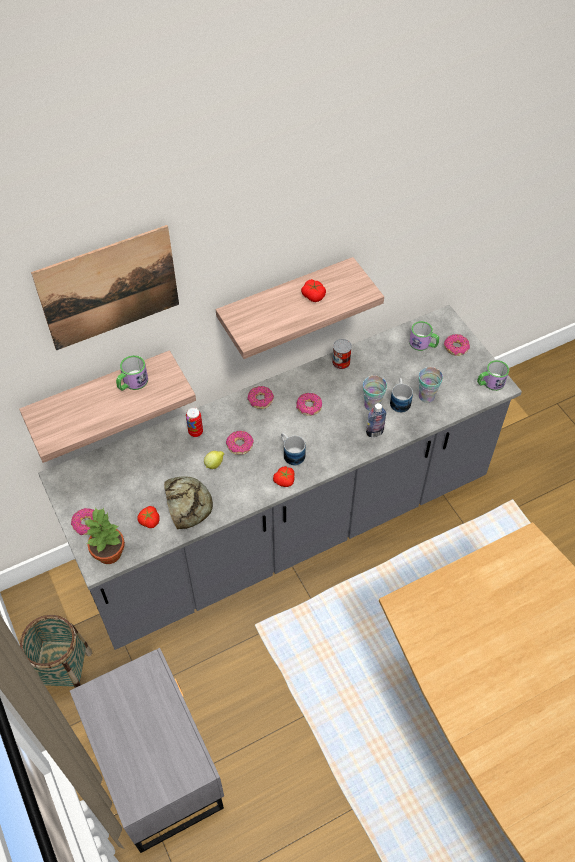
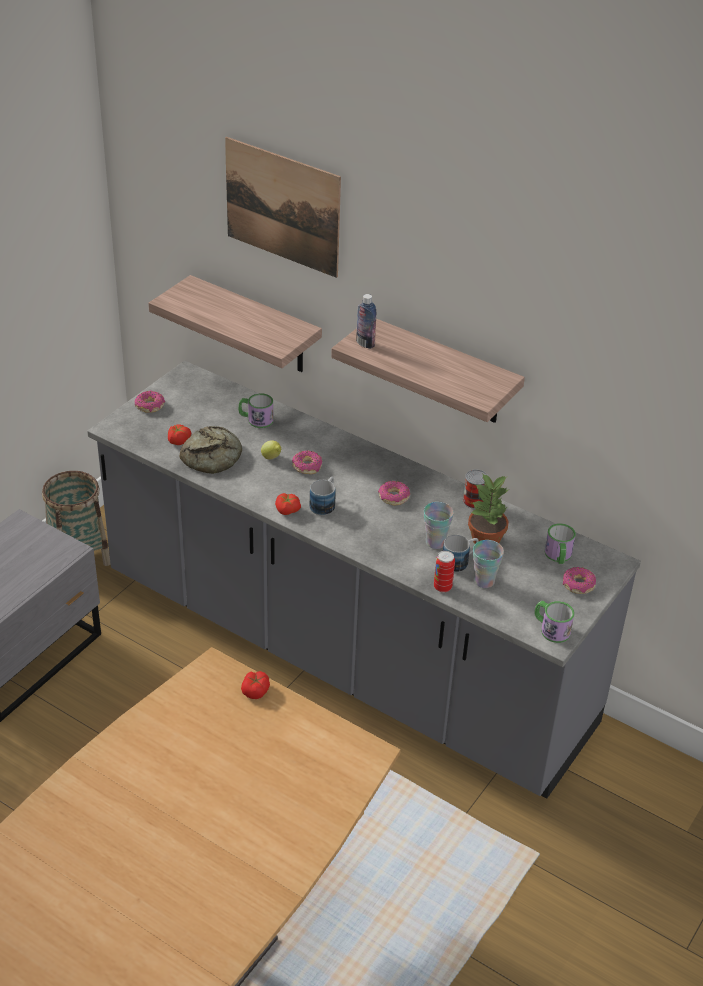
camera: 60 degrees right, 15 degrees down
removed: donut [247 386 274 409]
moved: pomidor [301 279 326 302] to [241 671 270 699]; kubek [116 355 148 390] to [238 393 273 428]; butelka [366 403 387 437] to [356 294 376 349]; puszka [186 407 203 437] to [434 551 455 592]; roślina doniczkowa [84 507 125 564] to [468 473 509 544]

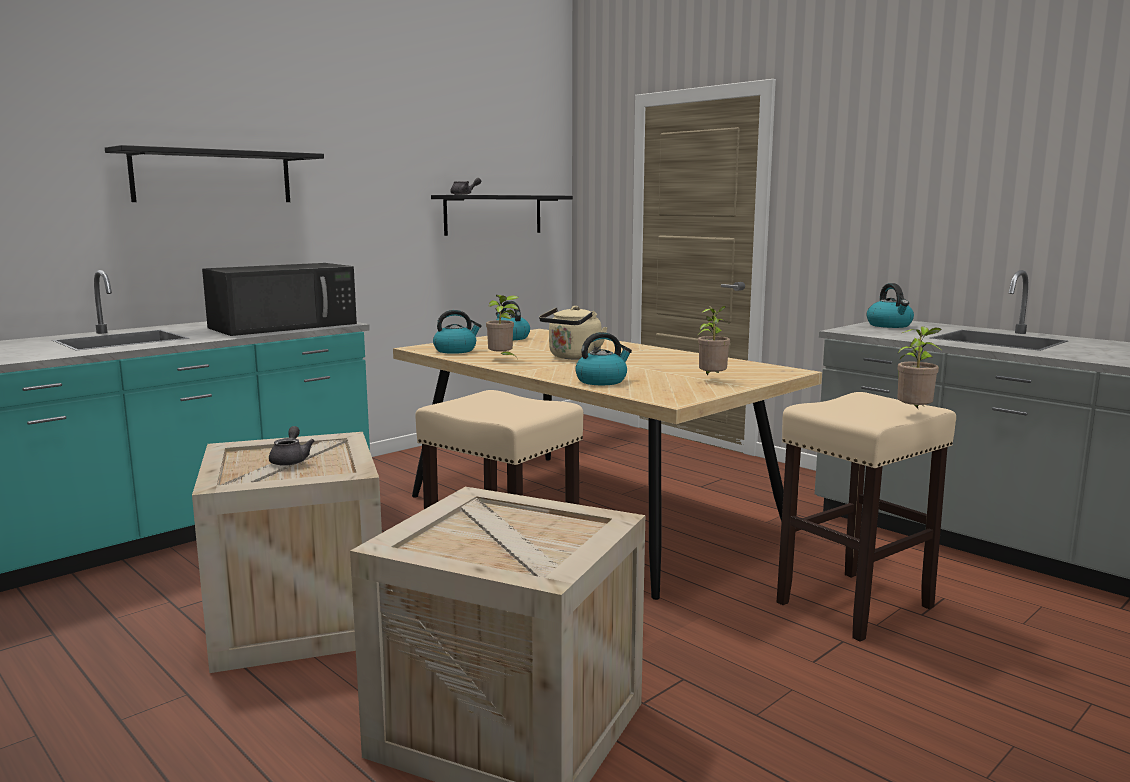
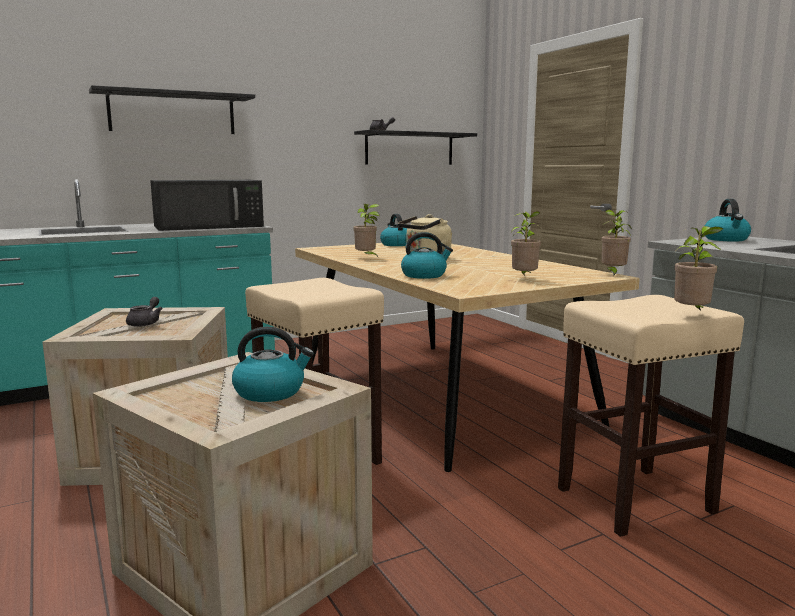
camera: 15 degrees right, 0 degrees up
added: roślina doniczkowa [601 210 632 276]
moved: czajnik [433 310 482 354] to [232 327 314 402]

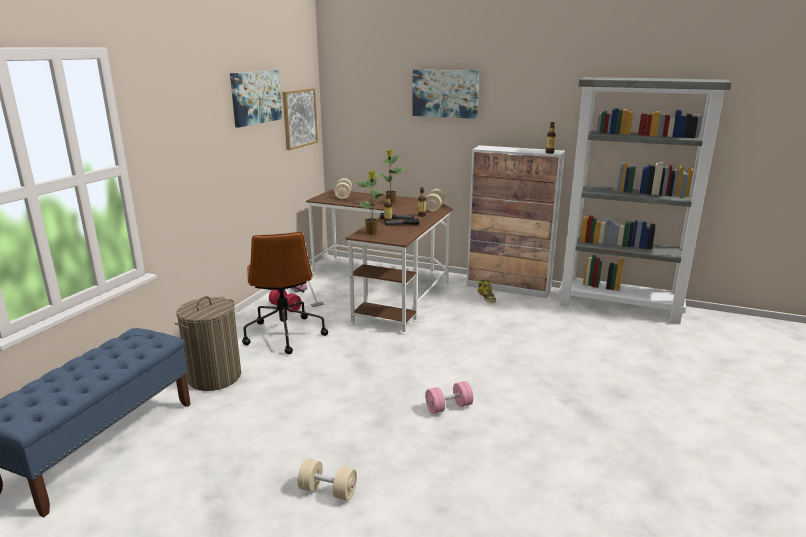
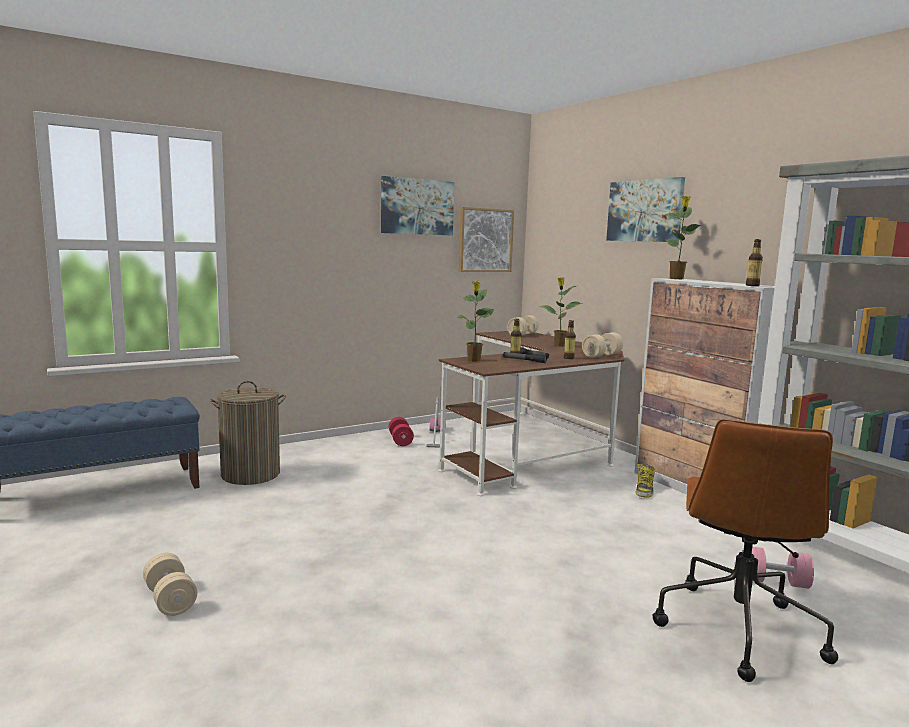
camera: 35 degrees right, 10 degrees down
added: roślina doniczkowa [662 196 702 279]
moved: krzesło biurowe (brązowy) [242 232 328 354] to [652 419 838 682]; hantel (różowy) [425 381 473 414] to [752 547 814 589]

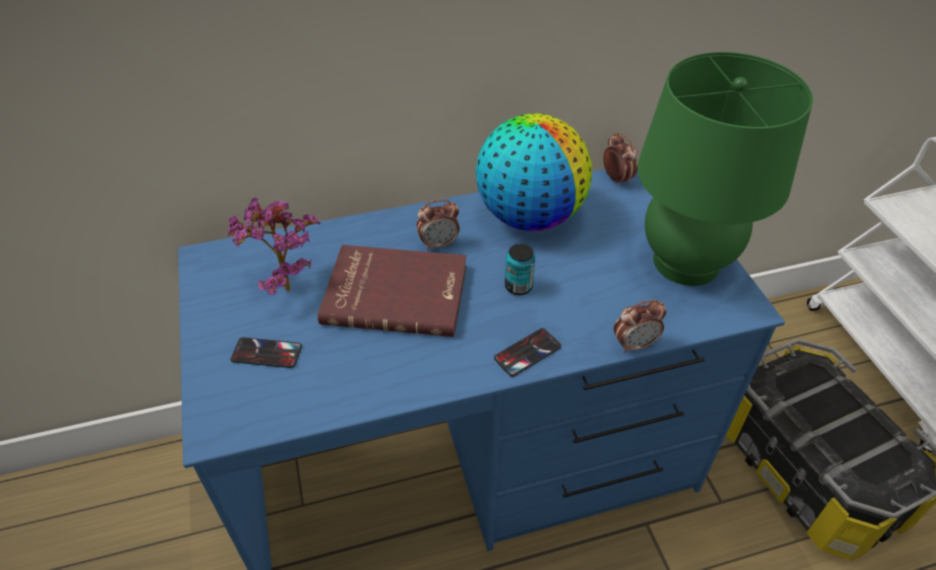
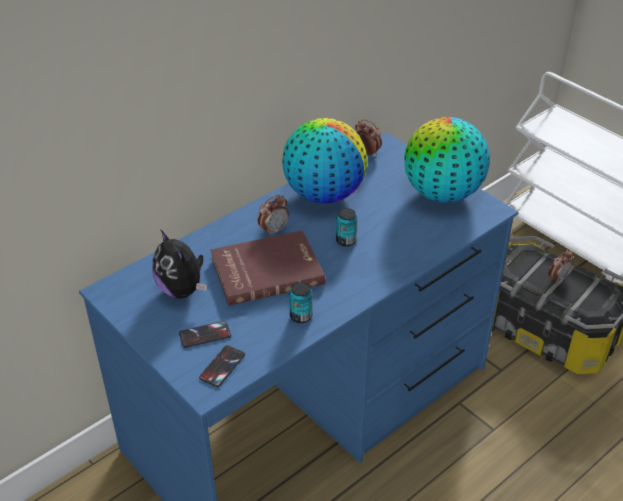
camera: 25 degrees left, 5 degrees down
added: puszka [289 282 312 323]
moved: budzik [614 300 666 353] to [548 250 573 284]; telefon [494 328 561 377] to [199 345 245 387]
replaced: lampa stołowa (zielony) [637 52 813 286] to globus [404 117 490 202]; roślina doniczkowa [227 197 320 295] to pluszak [153 229 207 299]

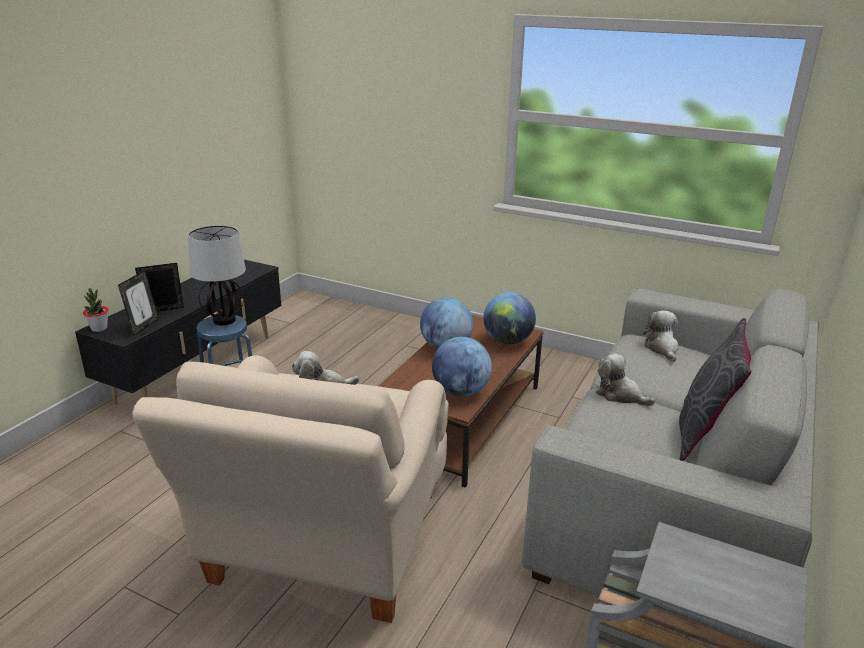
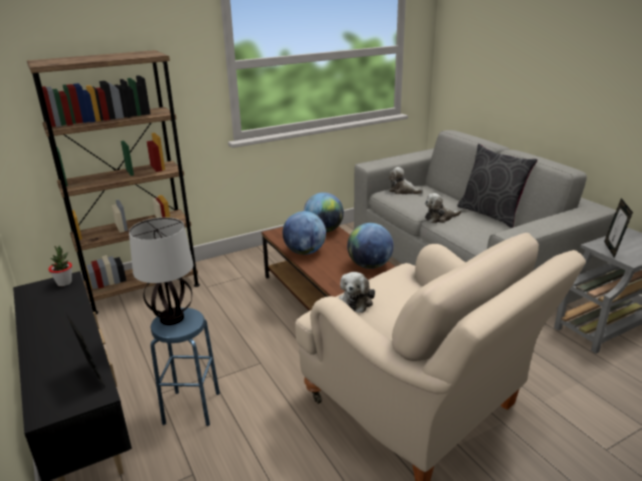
camera: 55 degrees left, 0 degrees up
added: regał (brązowy) [27 50 200 315]
moved: ramka na zdjęcie [135 263 184 312] to [604 198 633 258]; roślina doniczkowa [83 288 108 332] to [48 245 72 286]

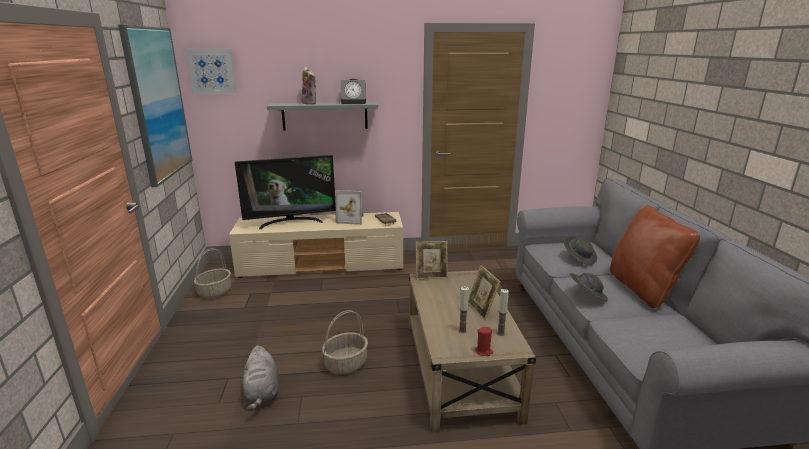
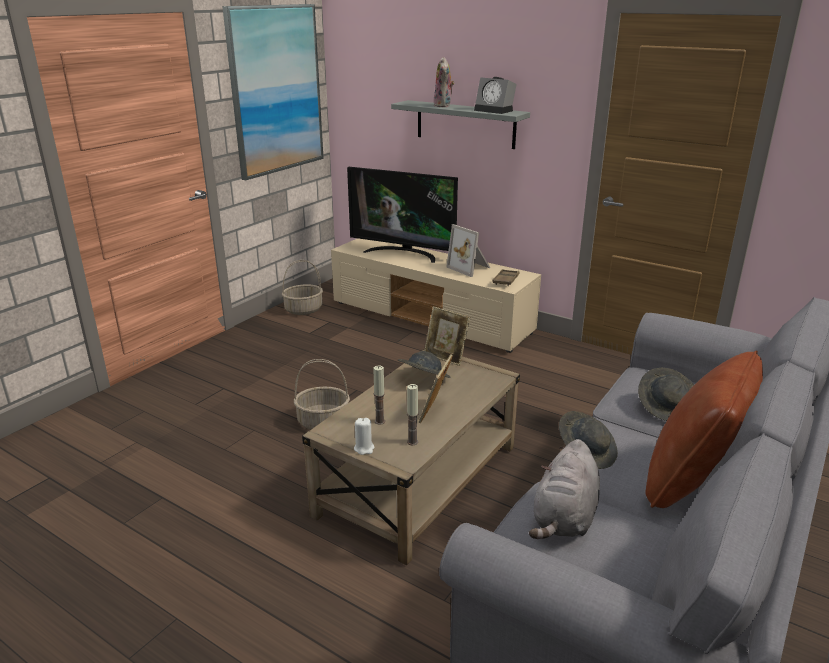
camera: 40 degrees right, 5 degrees up
removed: obraz [186 49 236 94]
added: kapelusz (szary) [398 351 451 378]
moved: pluszak (szary) [241 346 279 411] to [529 439 600 539]
recoloured: świeca (czerwony) [475 327 493 356] to świeca (biały) [354 418 374 455]

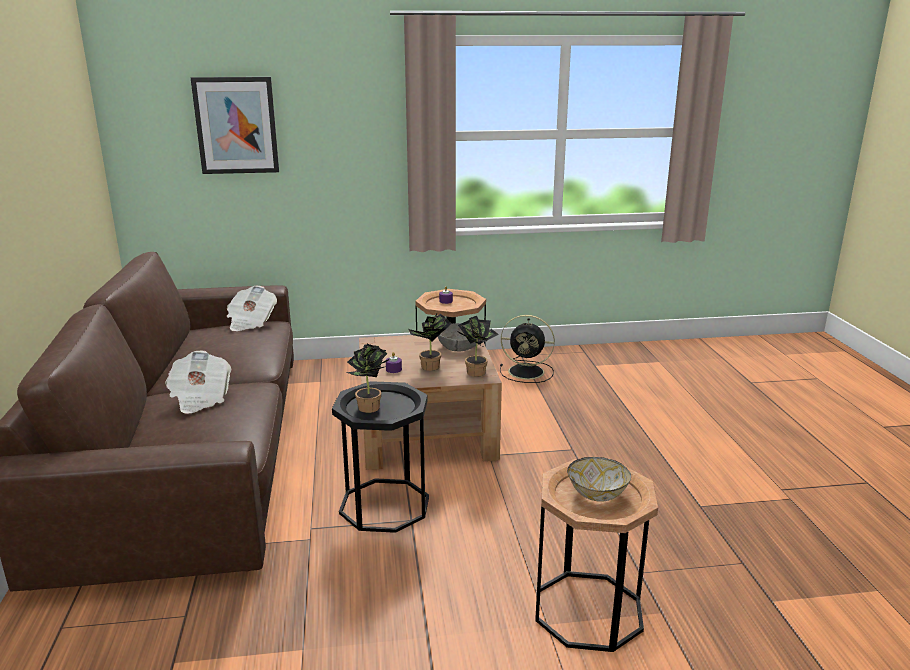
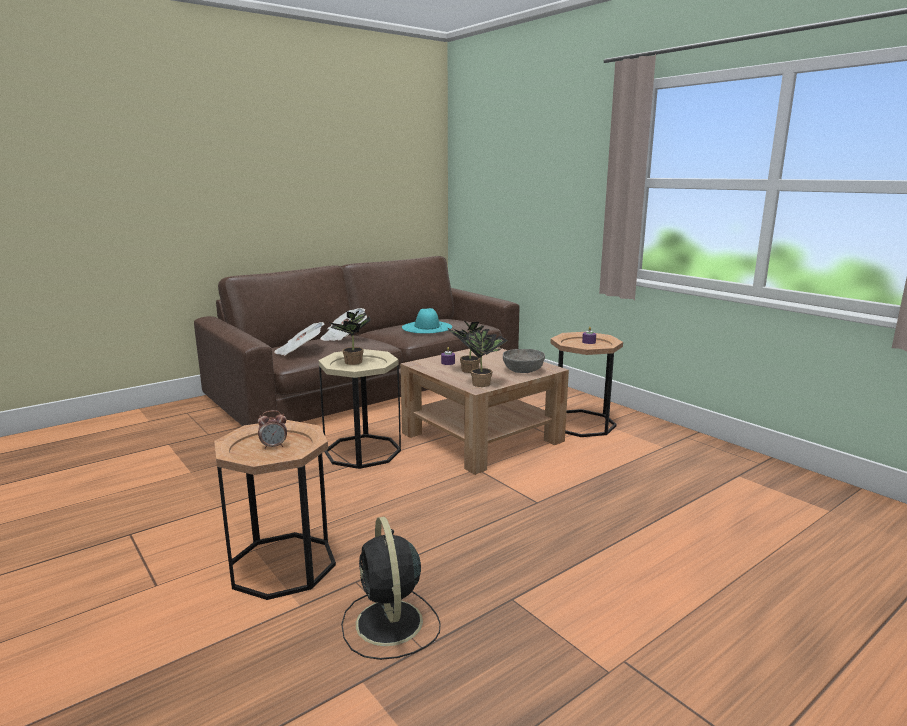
camera: 60 degrees right, 5 degrees down
removed: obraz [191 77 279 174]
added: kapelusz (turkusowy) [402 308 452 333]
moved: gazeta [227 286 277 331] to [274 322 325 356]; wentylator (czarny) [500 315 555 383] to [341 517 441 660]
replaced: miska [567 457 631 501] to budzik [258 410 287 449]
recoloured: stolik (czarny) [332 381 429 533] to stolik (beżowy) [319 349 401 469]

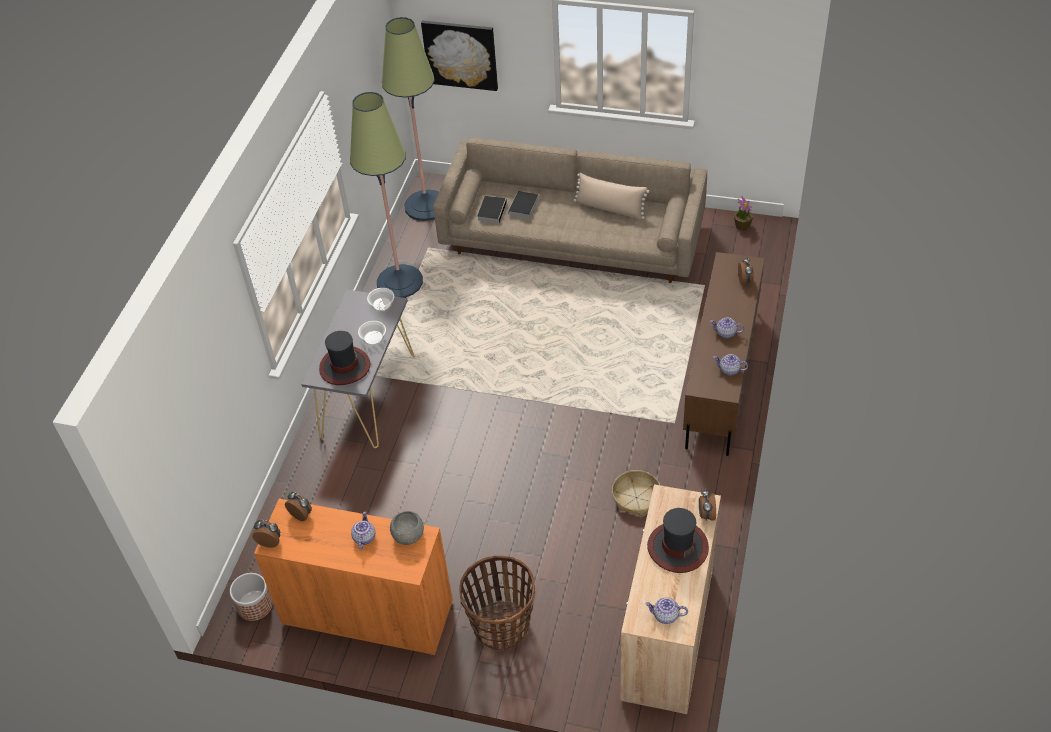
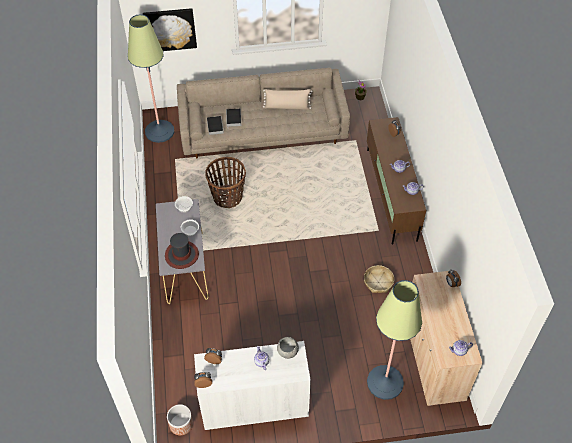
camera: 25 degrees left, 5 degrees up
removed: kapelusz [647 508 709 573]
moved: lampa stojąca [350 92 423 298] to [367 280 422 400]; koszyk [459 556 535 651] to [205 157 246 208]
recoloured: szafka (pomarańczowy) [254 499 453 656] to szafka (biały) [194 341 311 430]

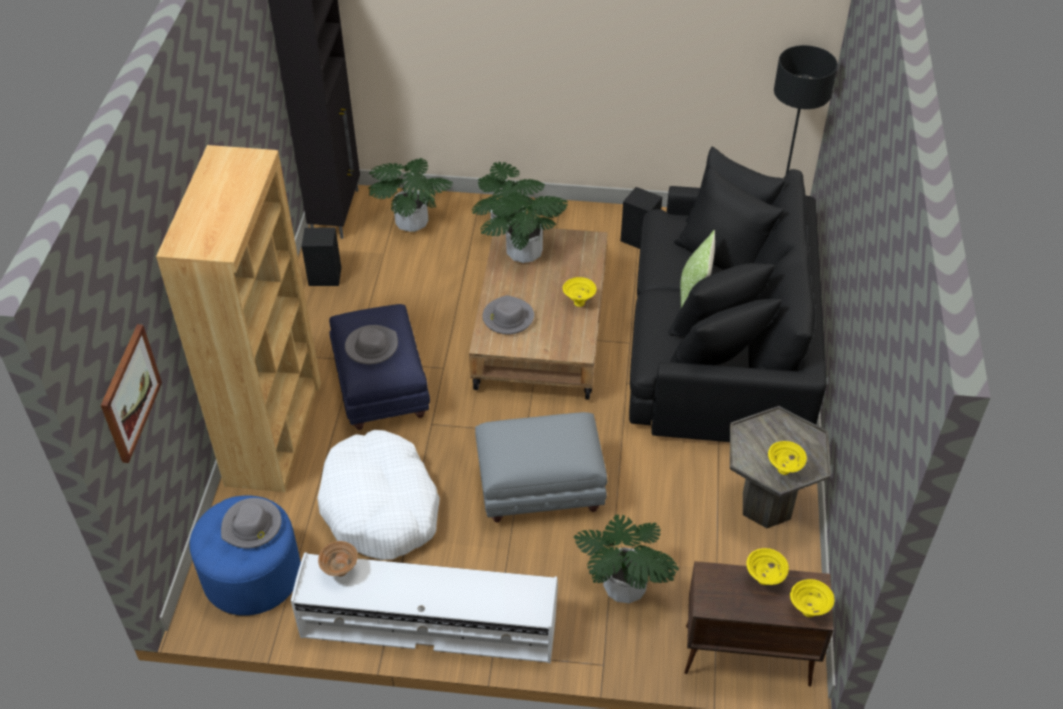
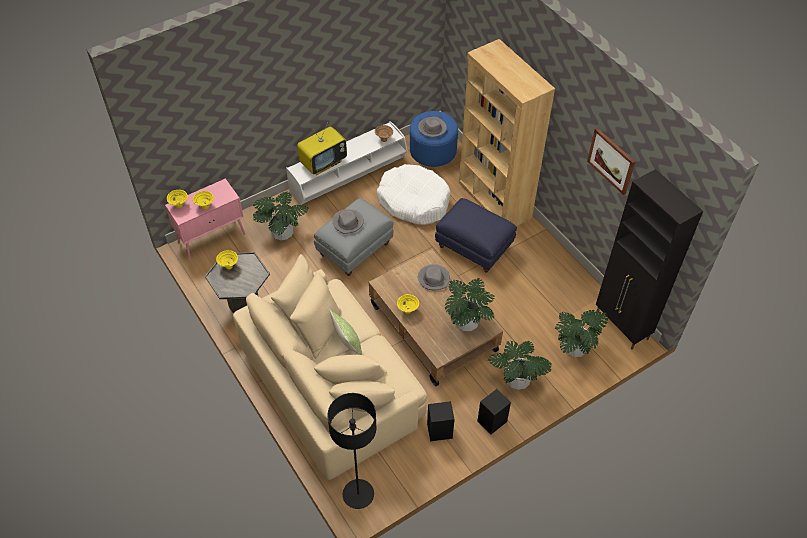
camera: 140 degrees right, 5 degrees up
added: telewizor [297 125 347 175]
moved: głośnik (czarny) [302 228 341 286] to [477 389 511 434]; obraz [101 324 162 463] to [587 128 635 195]; kapelusz (szary) [345 325 398 364] to [333 209 364 234]
recoloured: kanapa (czarny) [629 147 826 442] to kanapa (beżowy) [233 254 427 480]; szafka (brązowy) [684 561 834 687] to szafka (różowy) [165 178 245 260]

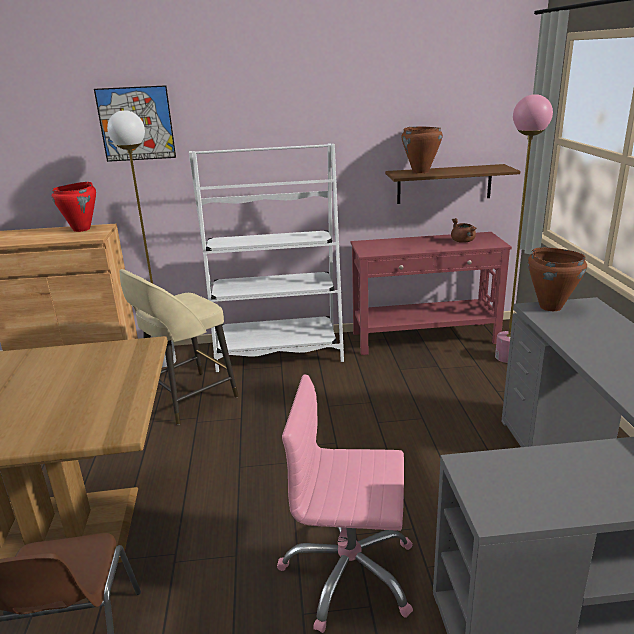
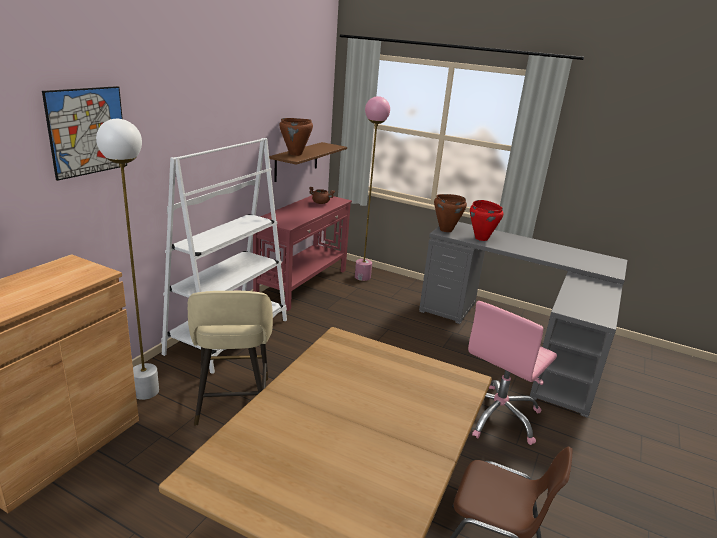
camera: 60 degrees left, 0 degrees up
moved: garnek (czerwony) [52 182 96 232] to [470 200 503 241]

